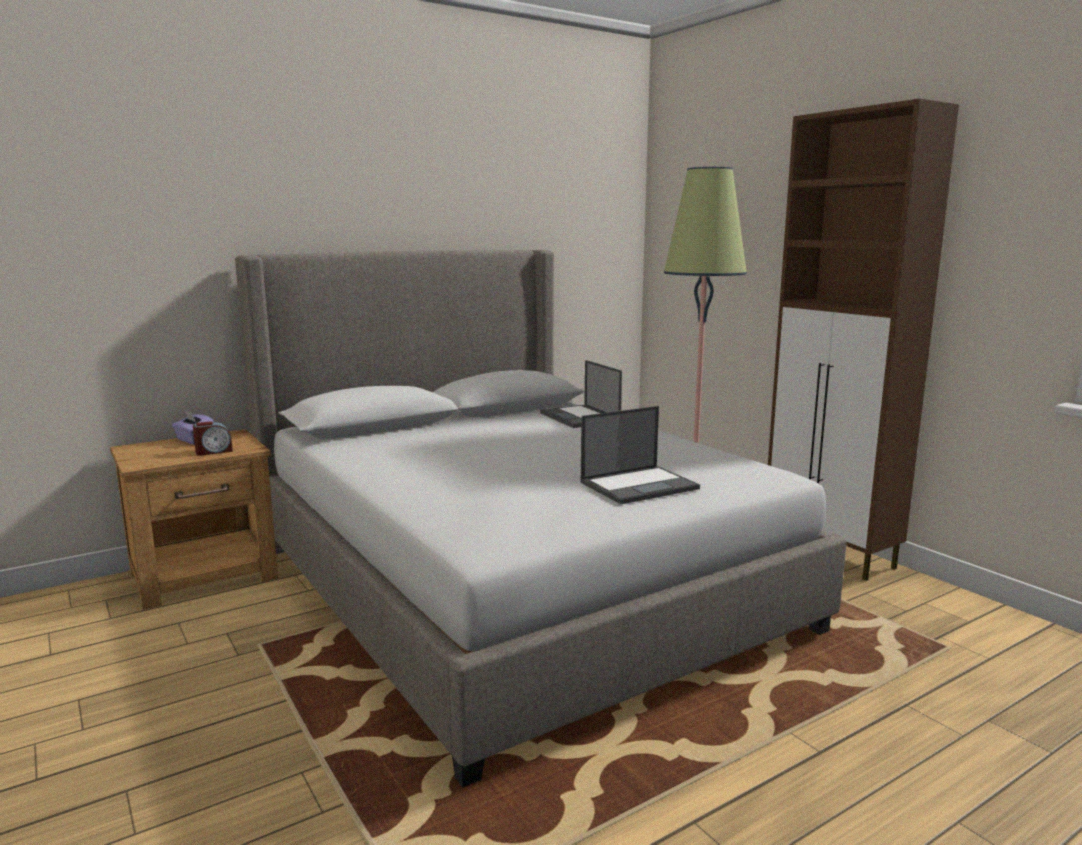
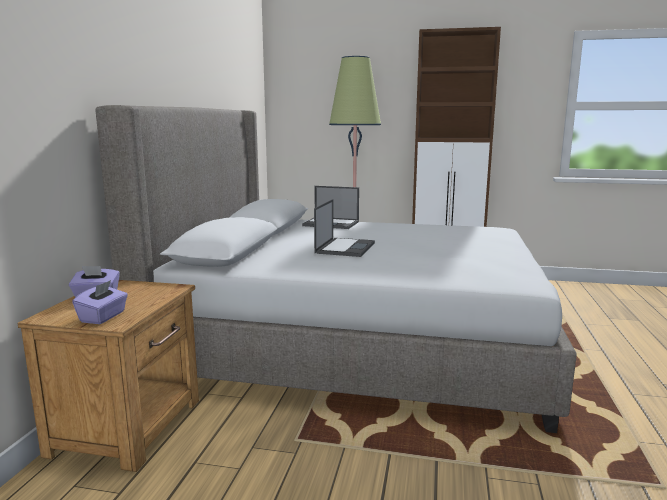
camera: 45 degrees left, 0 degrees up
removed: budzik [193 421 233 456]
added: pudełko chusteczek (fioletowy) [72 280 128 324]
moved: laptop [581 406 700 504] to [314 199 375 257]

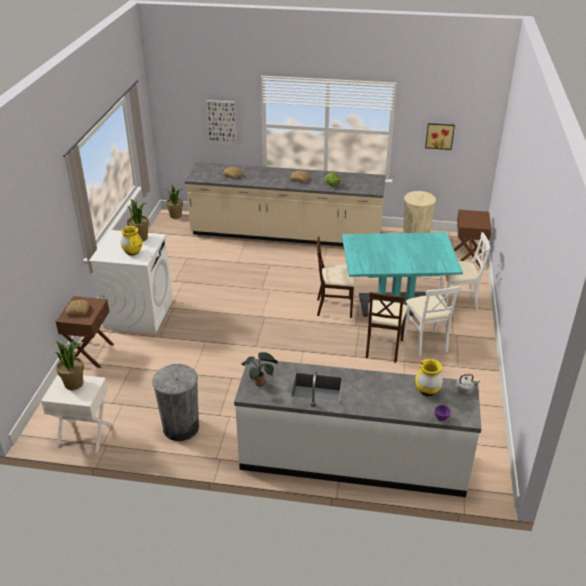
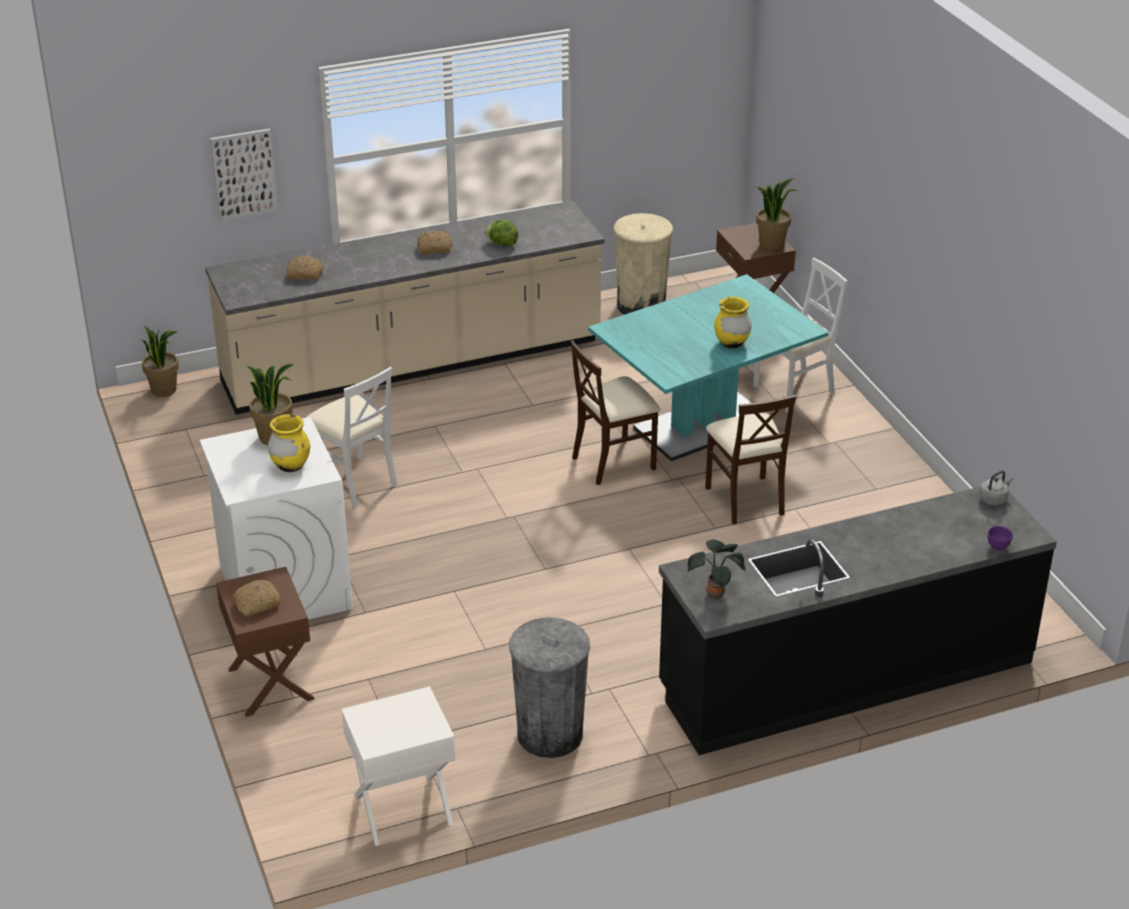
camera: 30 degrees left, 0 degrees up
removed: obraz [425 123 455 150]
moved: krzesło (biały) [404 286 460 356] to [306 367 397 507]; roślina doniczkowa [54 341 84 390] to [755 178 799 251]; wazon (żółty) [415 359 443 396] to [714 297 752 348]
recoloured: zabudowa kuchenna (biały) [234 359 481 497] to zabudowa kuchenna (czarny) [659 487 1057 755]

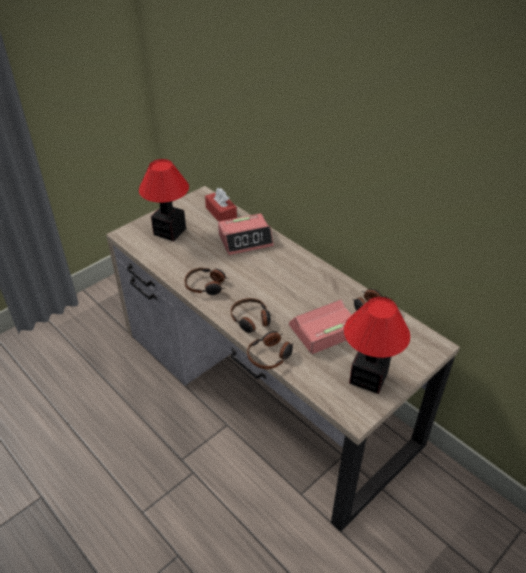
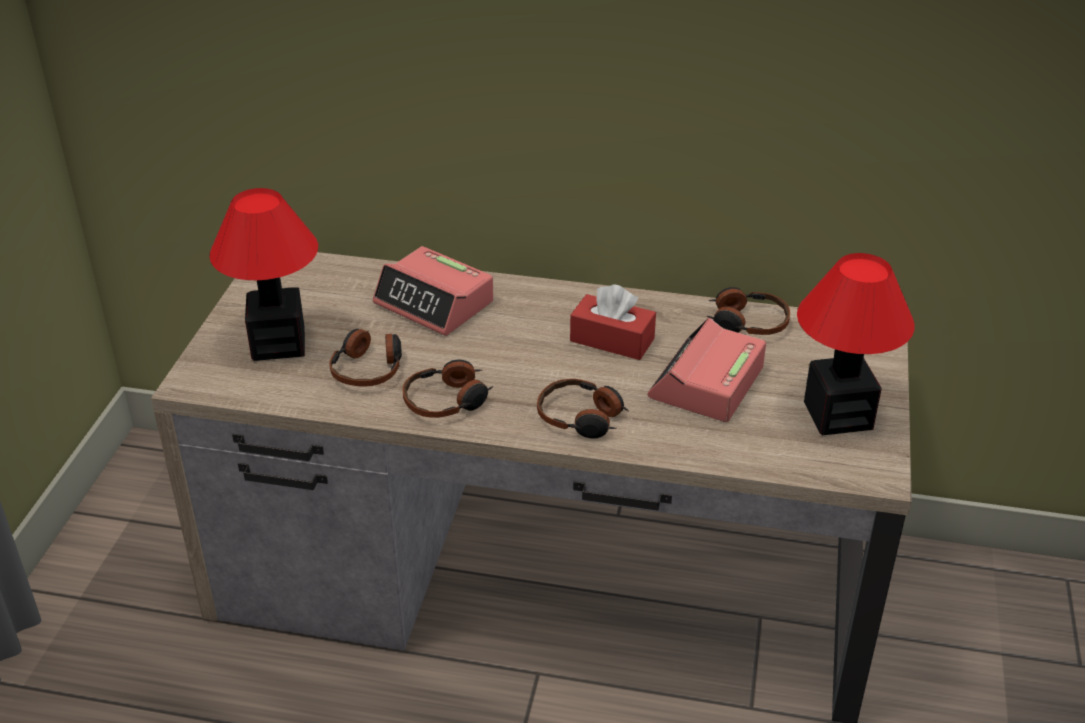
camera: 35 degrees left, 5 degrees down
moved: pudełko chusteczek (czerwony) [205 188 237 222] to [570 284 656 360]; słuchawki [247 331 294 369] to [329 329 402 386]
turned: budzik [218 213 274 255] = [373 246 494 336] 90 degrees clockwise

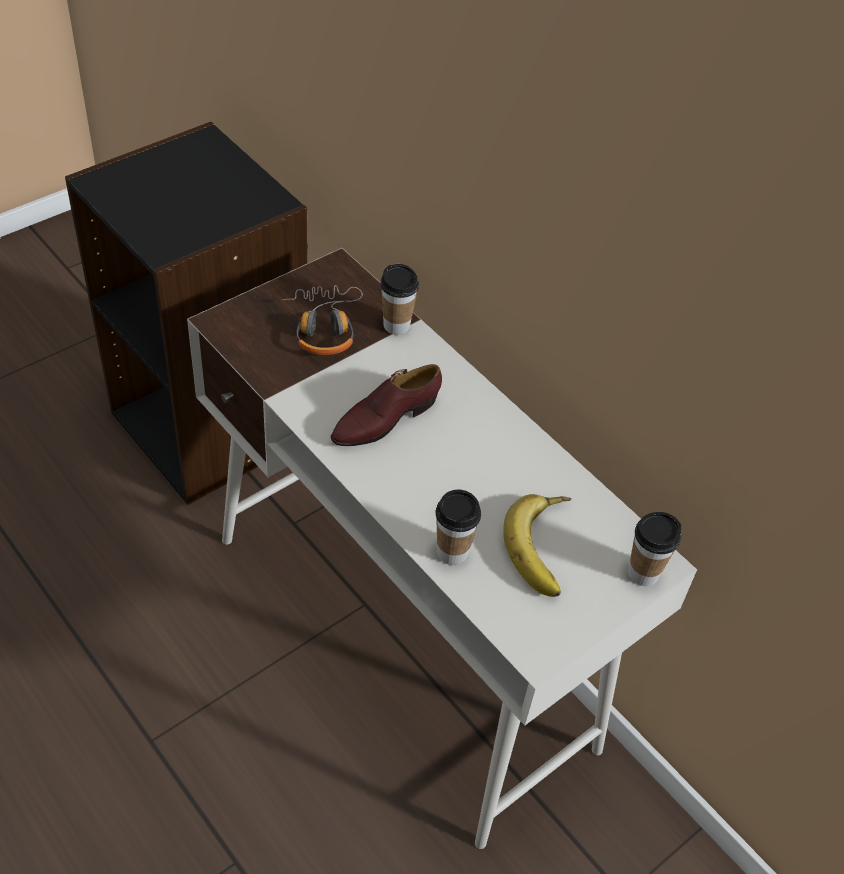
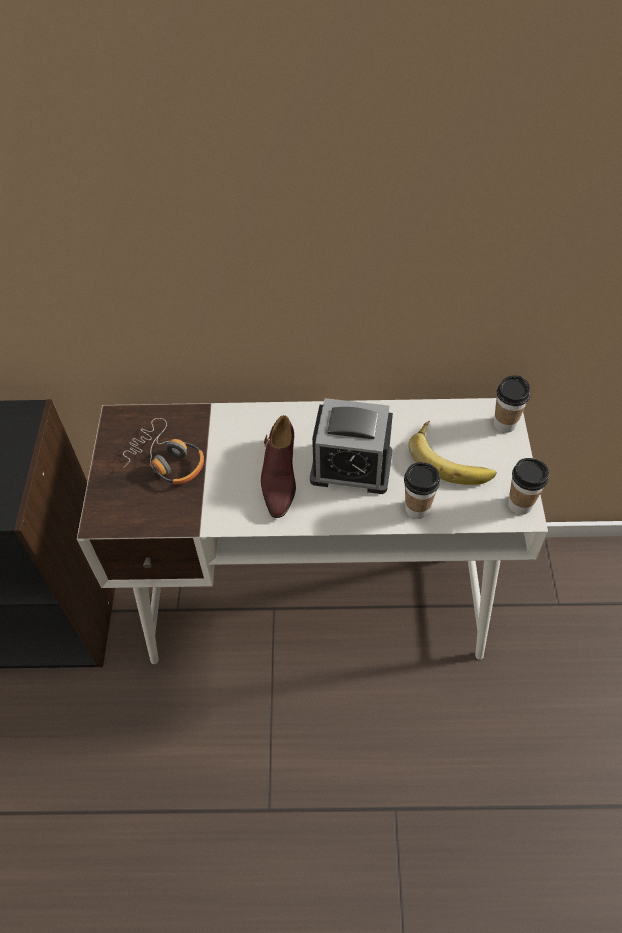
camera: 45 degrees left, 5 degrees up
added: budzik [310 398 393 494]
moved: filiżanka [380 264 419 335] to [508 458 549 515]

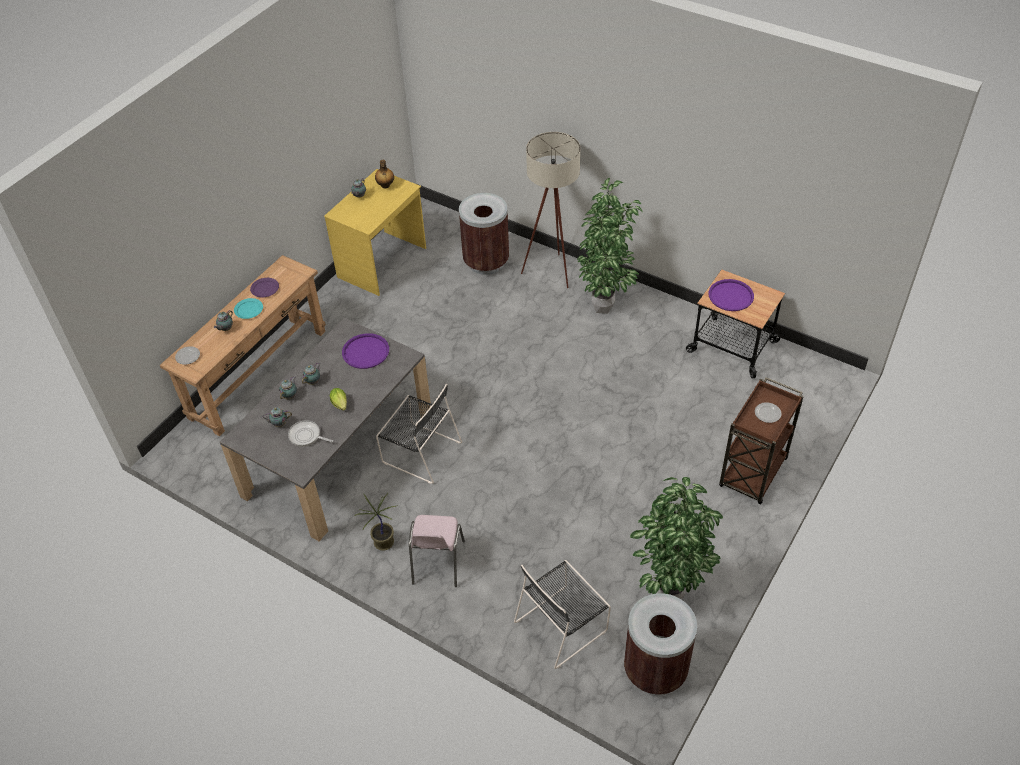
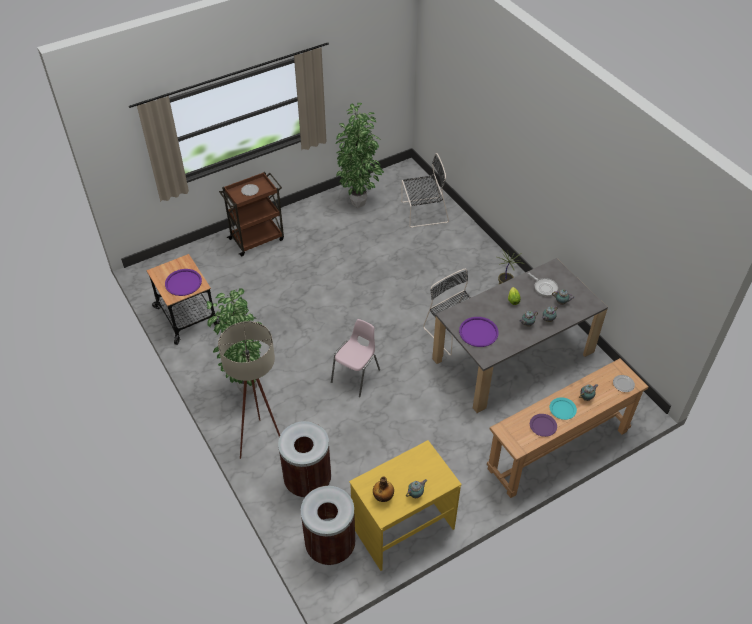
camera: 155 degrees left, 0 degrees up
moved: krzesło (różowy) [409 515 465 587] to [331 319 380 397]; kosz na śmieci (brązowy) [624 593 697 695] to [301 486 356 565]

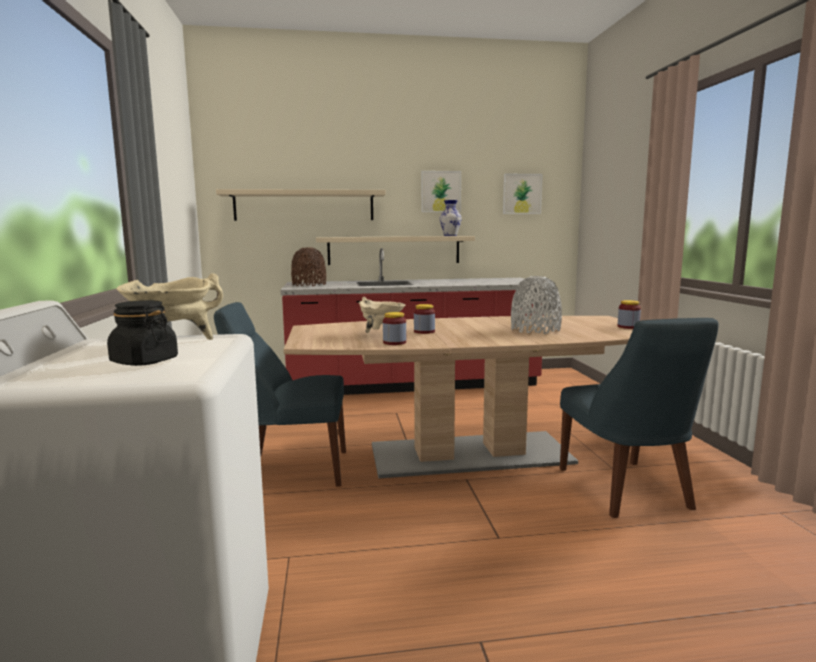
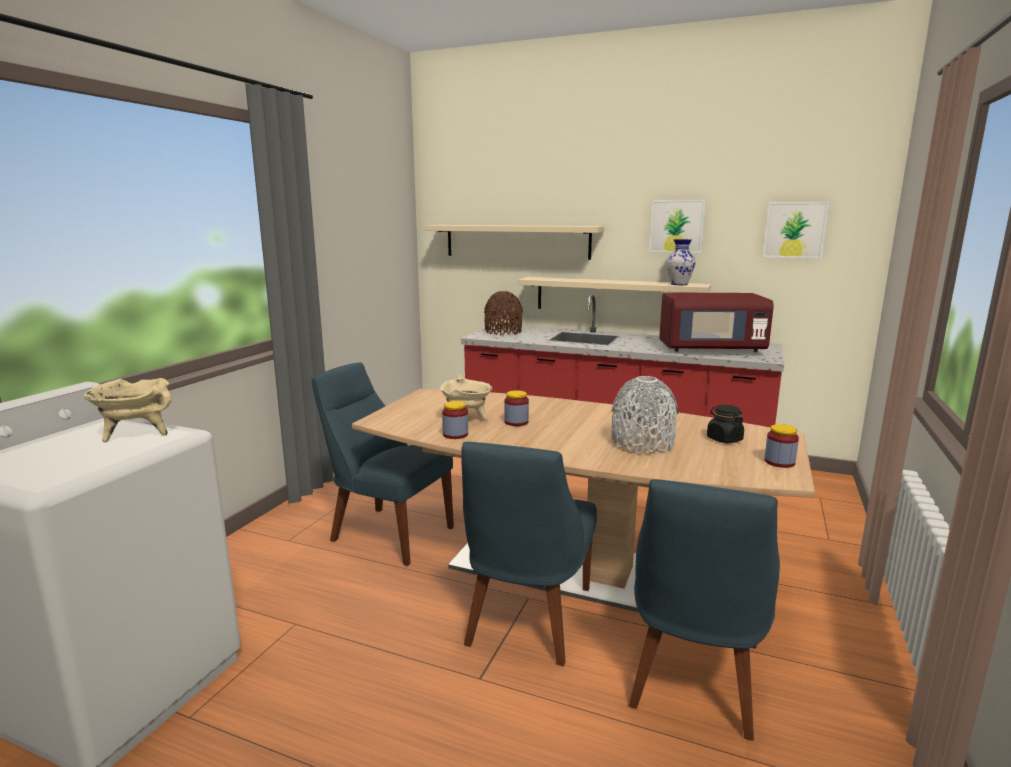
camera: 30 degrees right, 5 degrees up
added: mikrofalówka (czerwony) [659 292 774 352]; krzesło (niebieski) [461 442 597 666]
moved: słoik (czarny) [107 300 178 366] to [707 405 744 443]

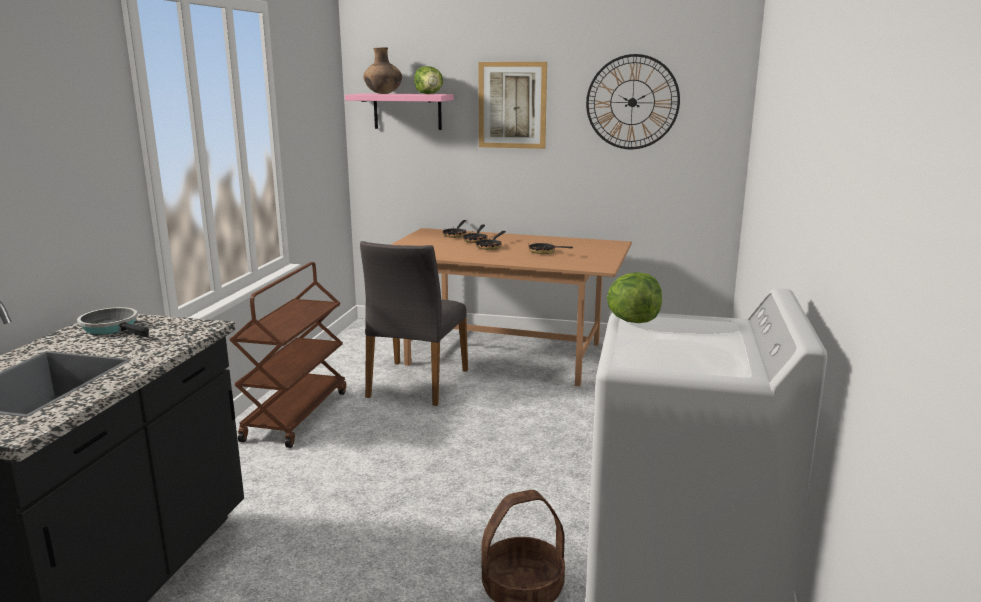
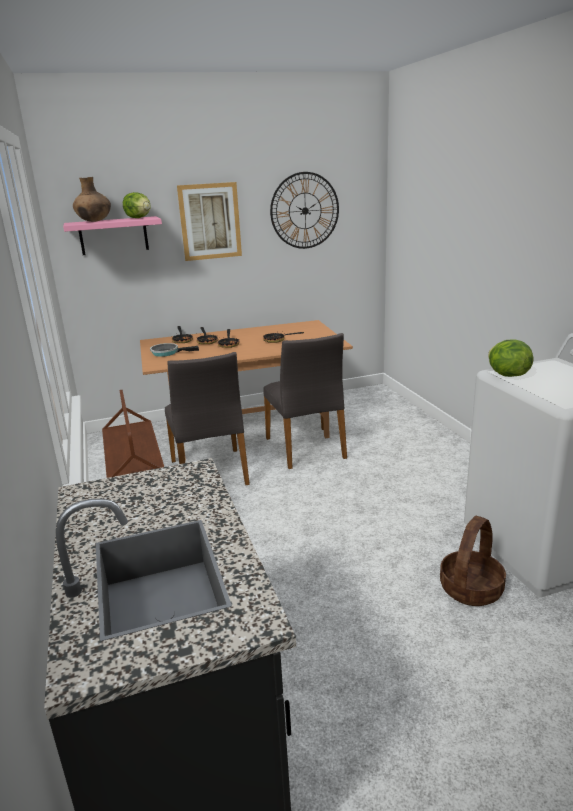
camera: 30 degrees left, 5 degrees up
added: krzesło (szary) [263 333 347 469]
moved: patelnia [77 307 149 338] to [150 343 199 357]

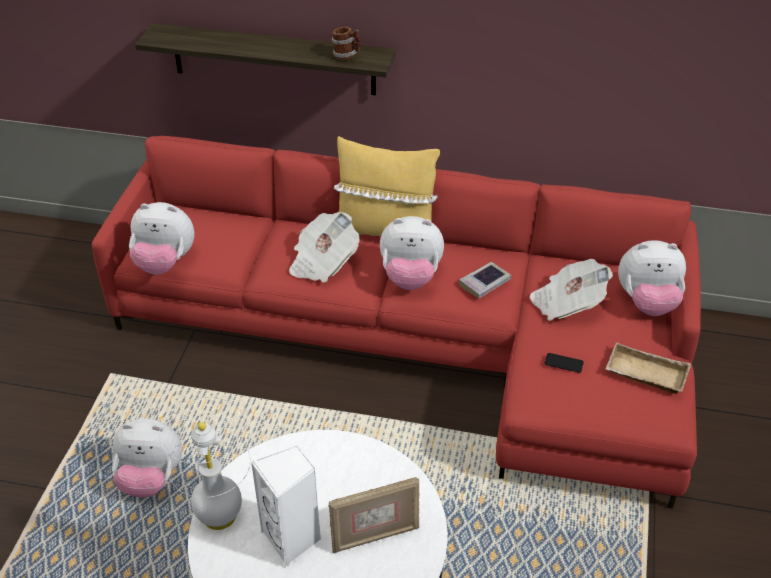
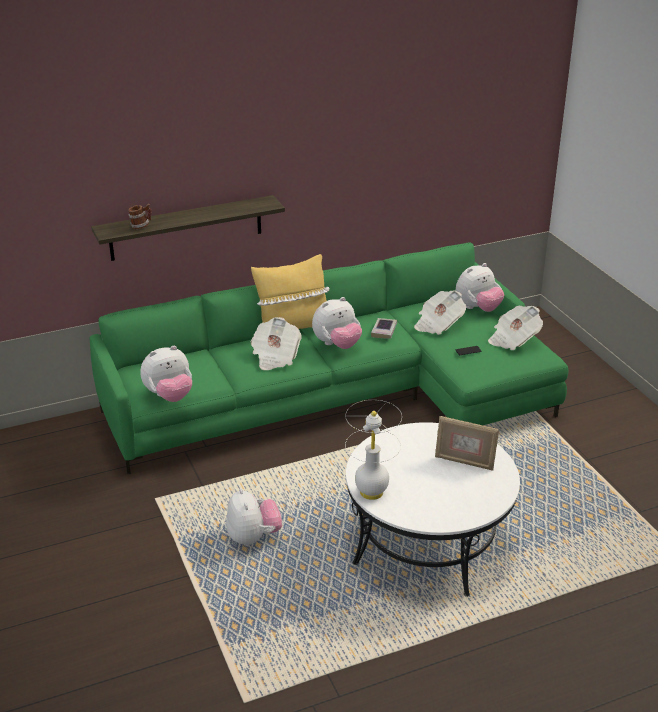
camera: 35 degrees left, 10 degrees down
removed: głośnik (biały) [251 446 321 567]
moved: kubek [331 27 361 60] to [128 204 152 229]
replaced: taca (beżowy) [605 342 691 394] to gazeta [488 306 543 350]
recoloured: kanapa (czerwony) [92 136 701 509] to kanapa (zielony) [89 242 569 474]
turned: pluszak [112 418 182 498] = [226 488 282 546] 75 degrees counterclockwise; ramka na zdjęcie [328 477 419 553] = [435 416 499 471] 75 degrees clockwise

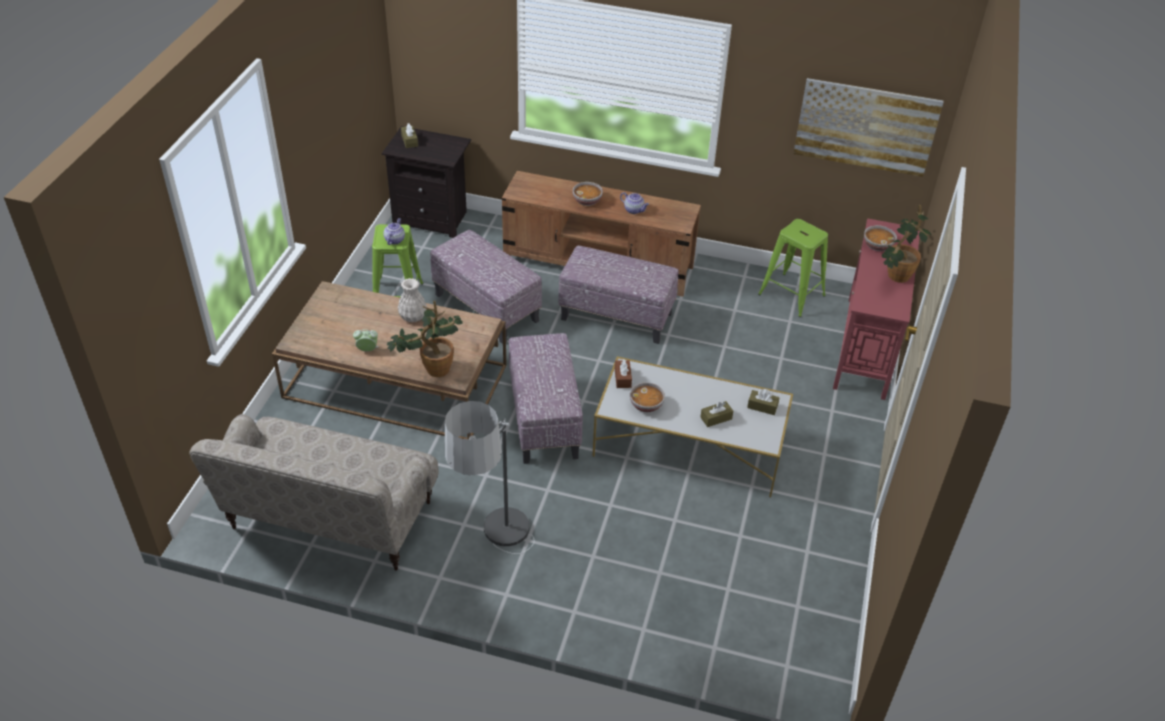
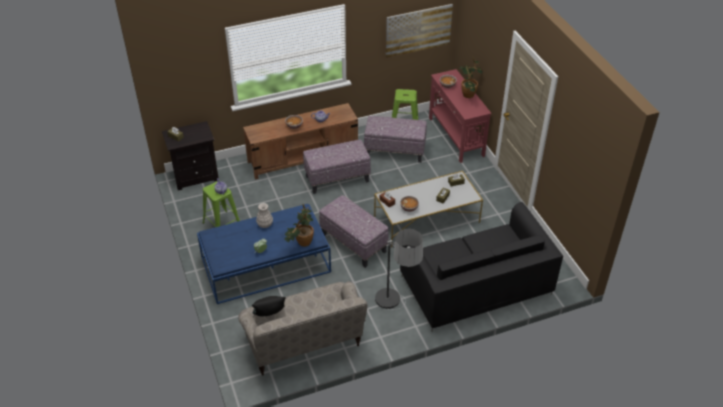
camera: 35 degrees left, 0 degrees up
added: kanapa (czarny) [400 202 563 331]; poduszka (czarny) [252 296 286 317]
moved: pufa [430 230 542 344] to [364 116 427 163]
recoloured: ława (brązowy) [272 281 507 439] to ława (niebieski) [197 204 331 304]

